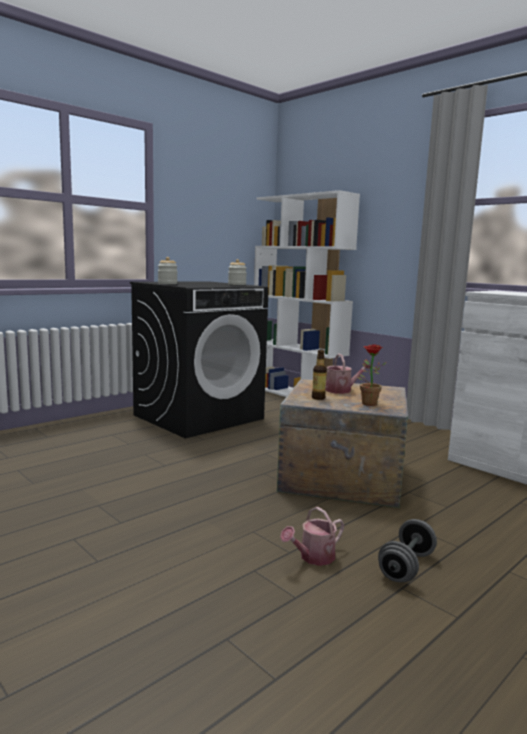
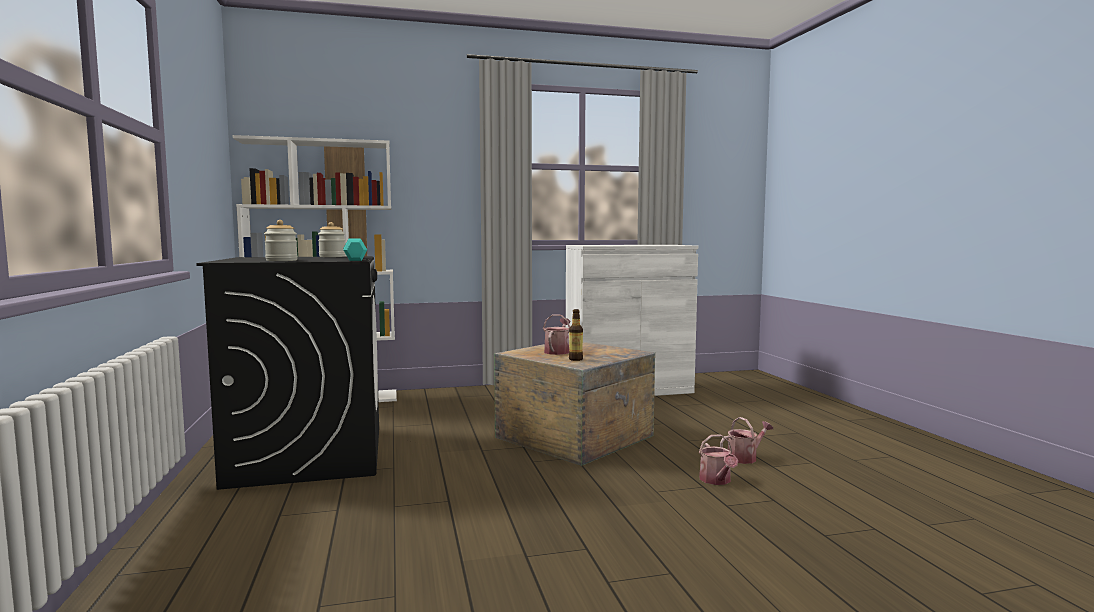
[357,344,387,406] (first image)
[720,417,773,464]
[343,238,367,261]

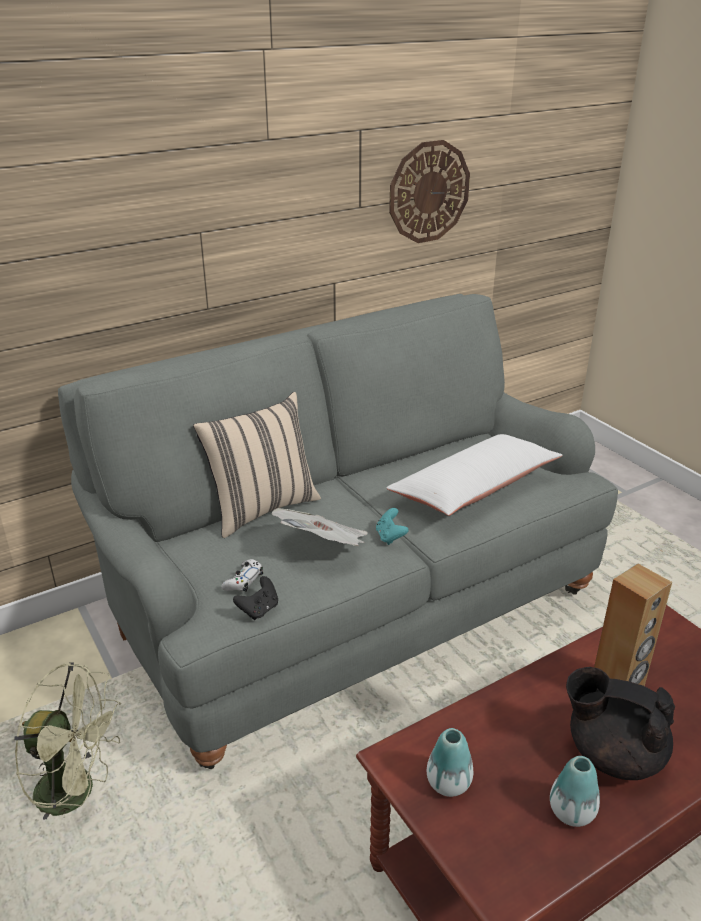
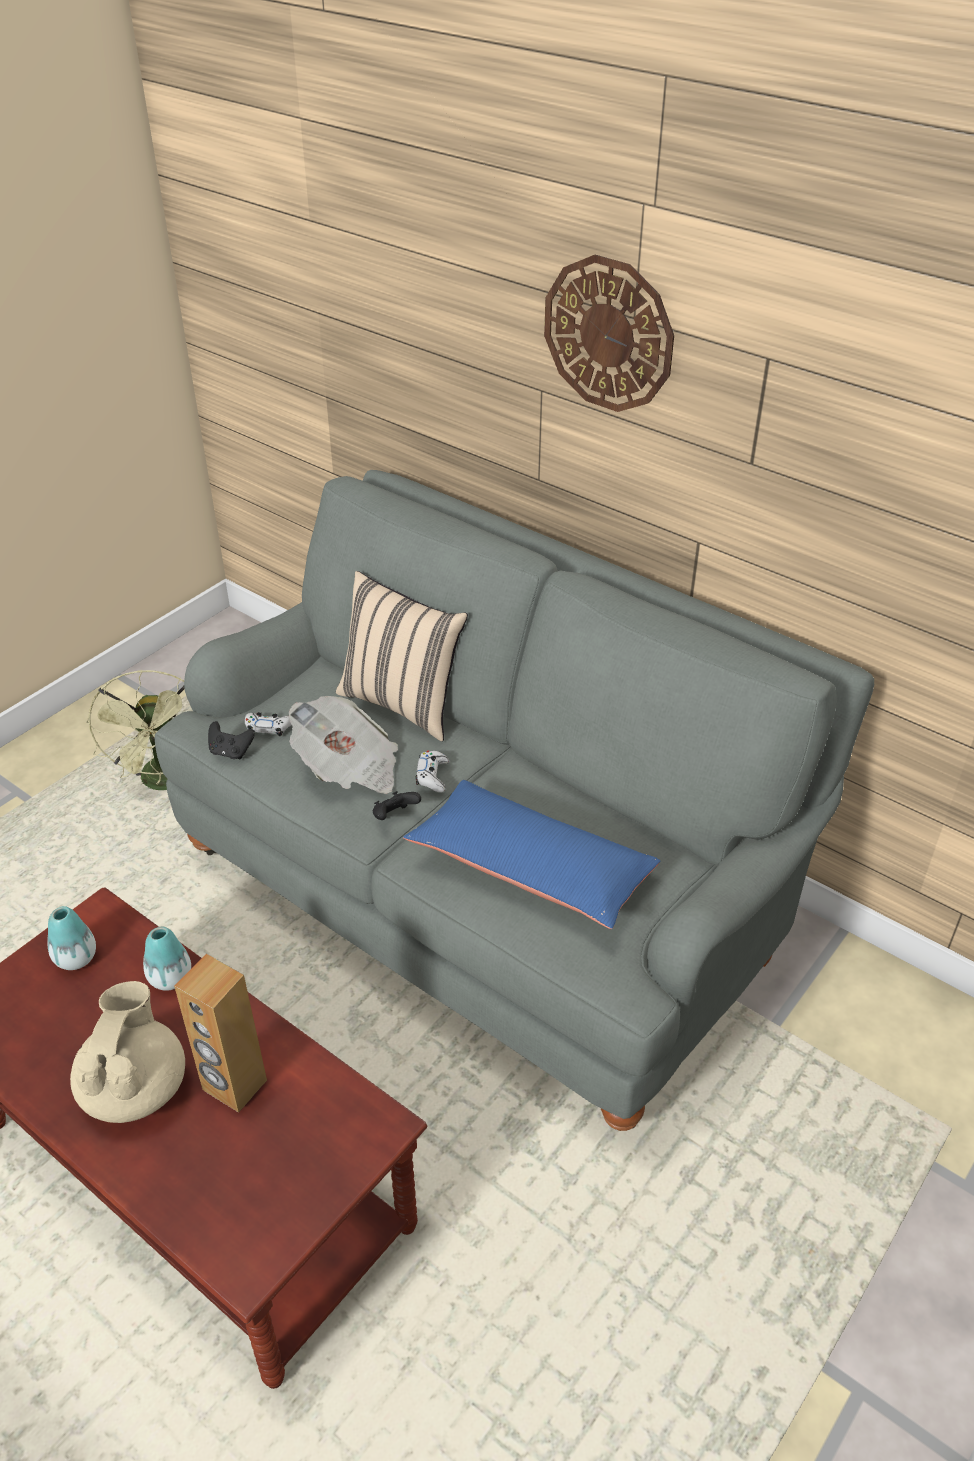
[544,255,674,412]
[403,780,660,929]
[373,791,421,820]
[70,981,185,1123]
[143,927,191,991]
[416,751,449,792]

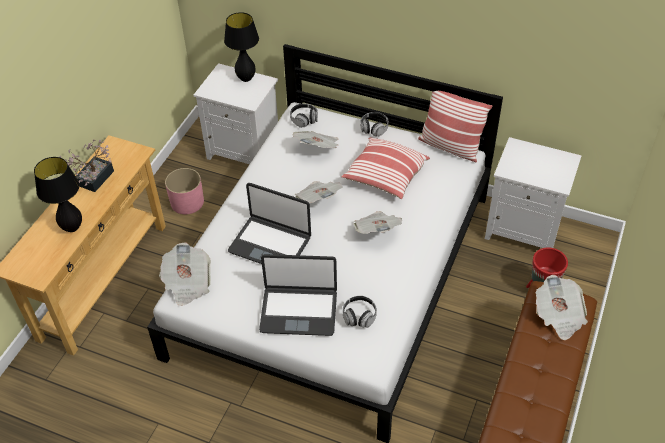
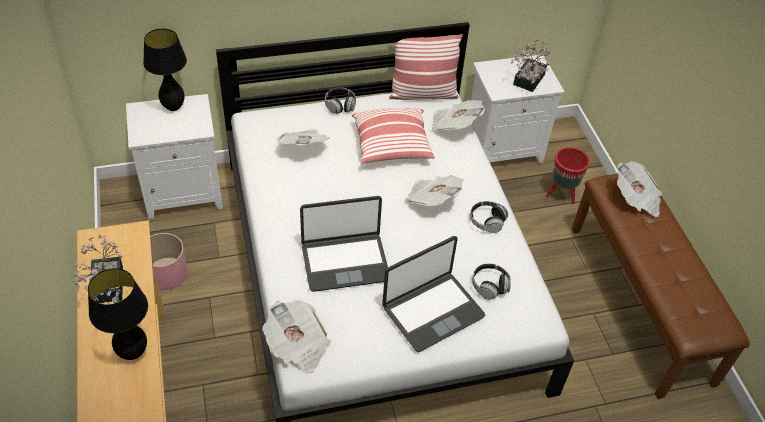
[470,201,508,233]
[432,100,485,130]
[510,40,551,92]

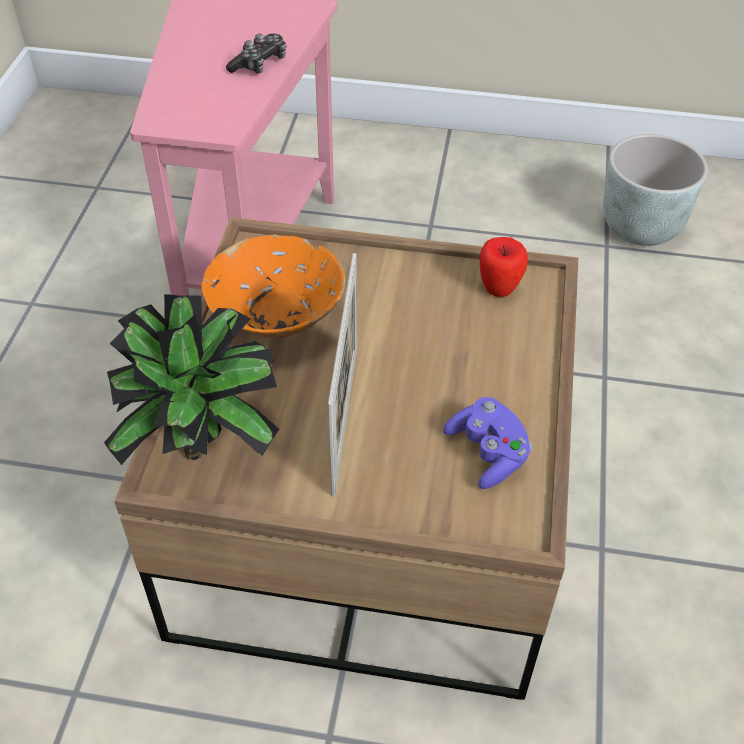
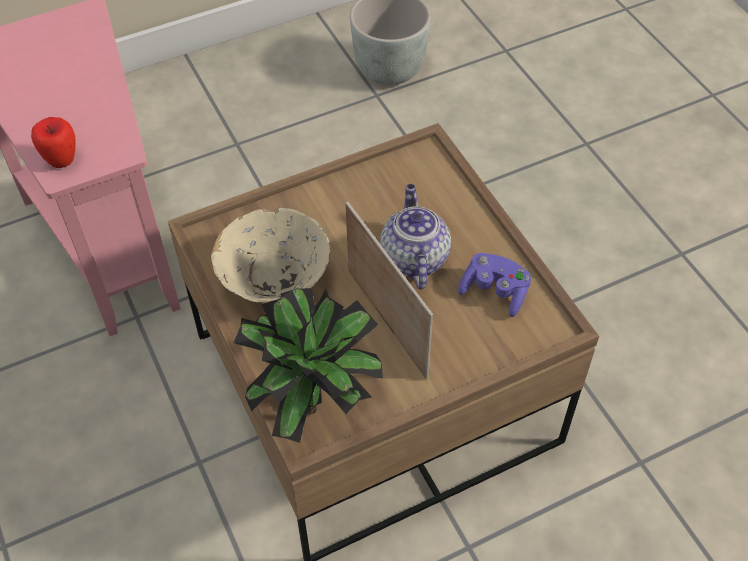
[226,34,287,74] (first image)
[211,208,331,303]
[31,117,76,168]
[380,184,451,289]

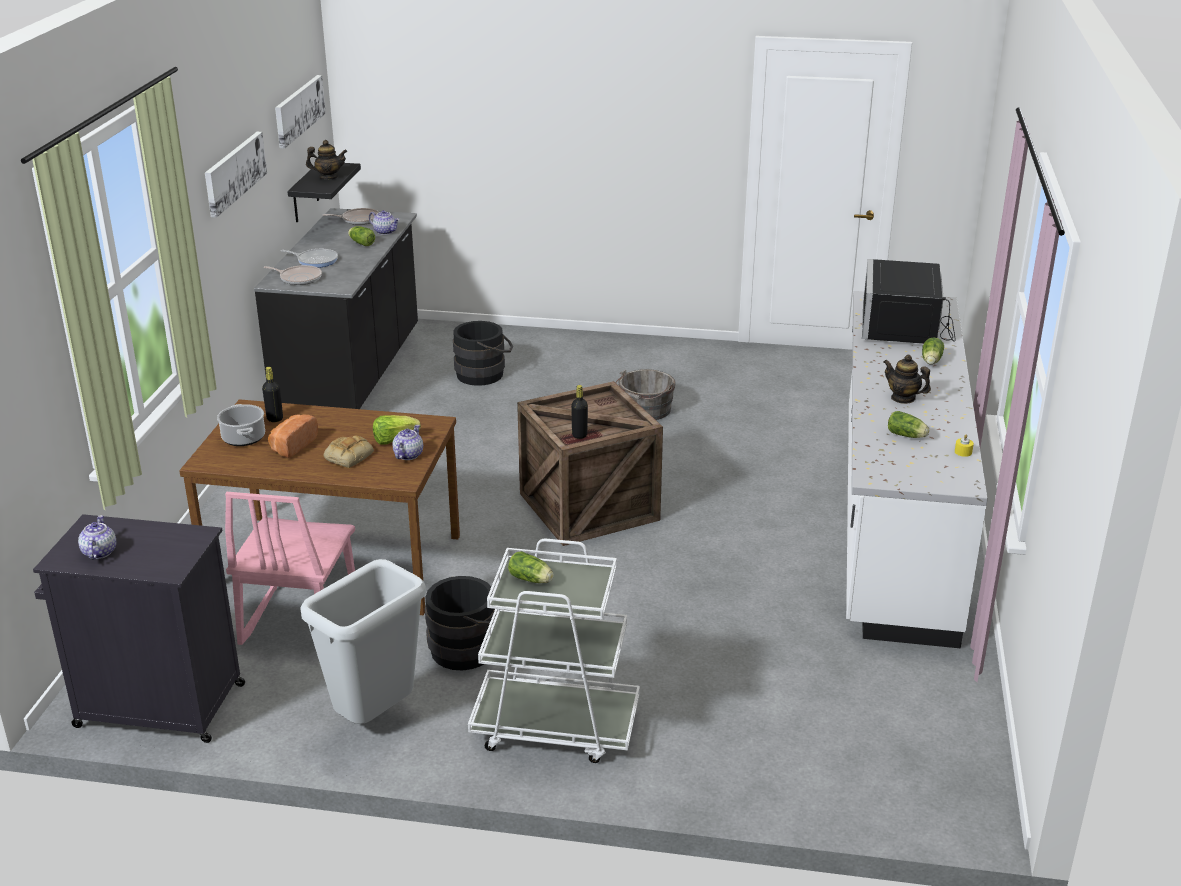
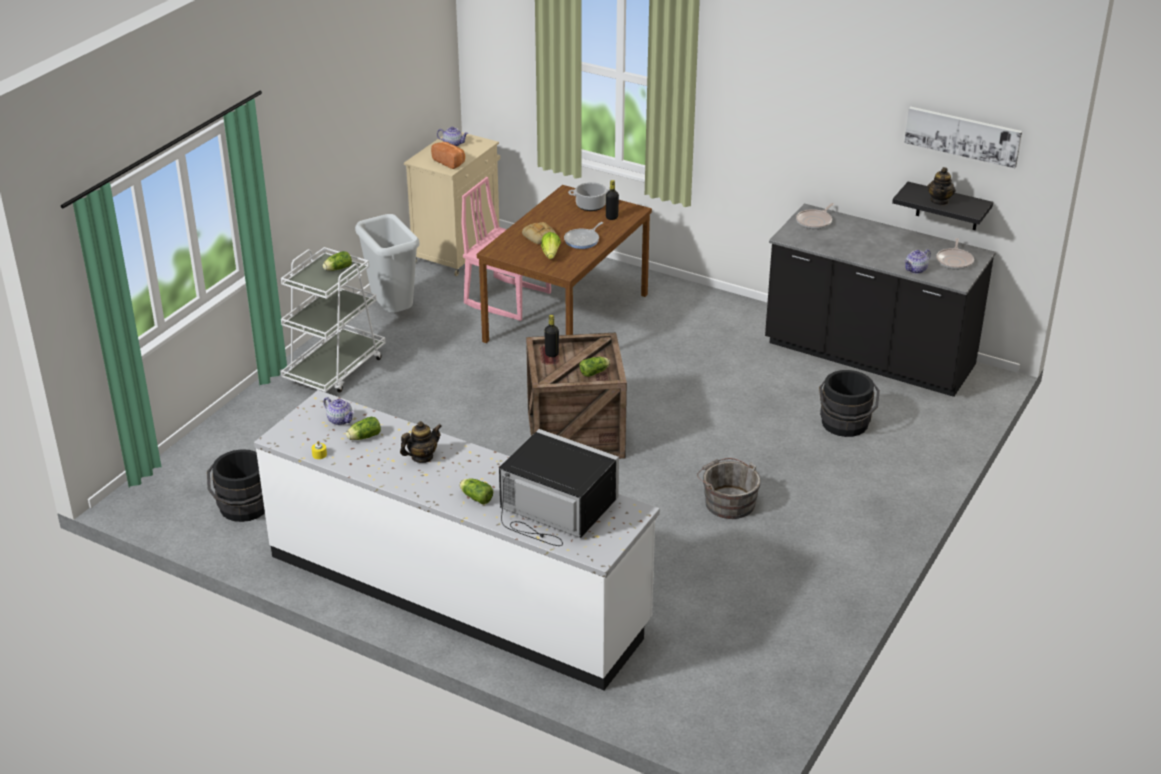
[205,132,267,218] (first image)
[579,357,610,377]
[564,222,603,249]
[431,142,465,169]
[324,397,354,425]
[404,132,500,276]
[207,449,265,522]

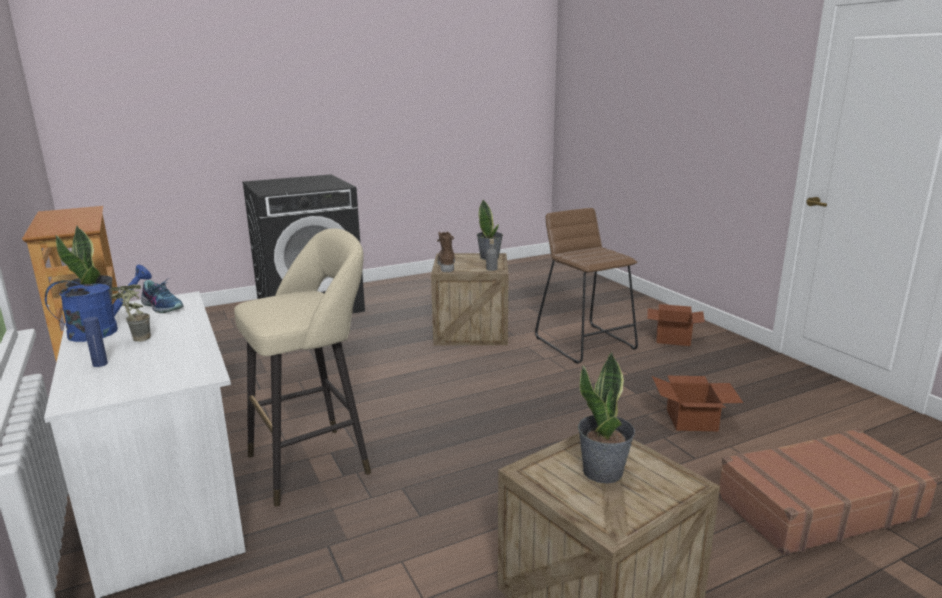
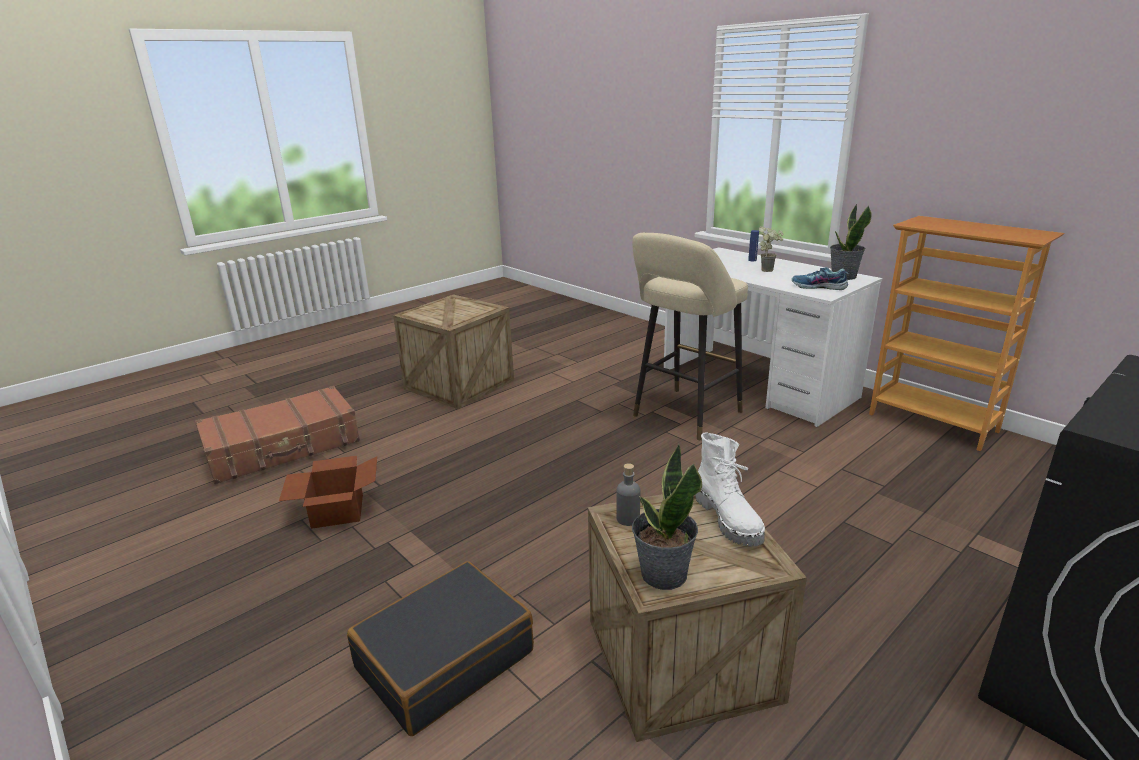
[347,561,534,736]
[695,433,765,546]
[45,265,152,342] (first image)
[647,304,705,346] (first image)
[578,352,635,484] (first image)

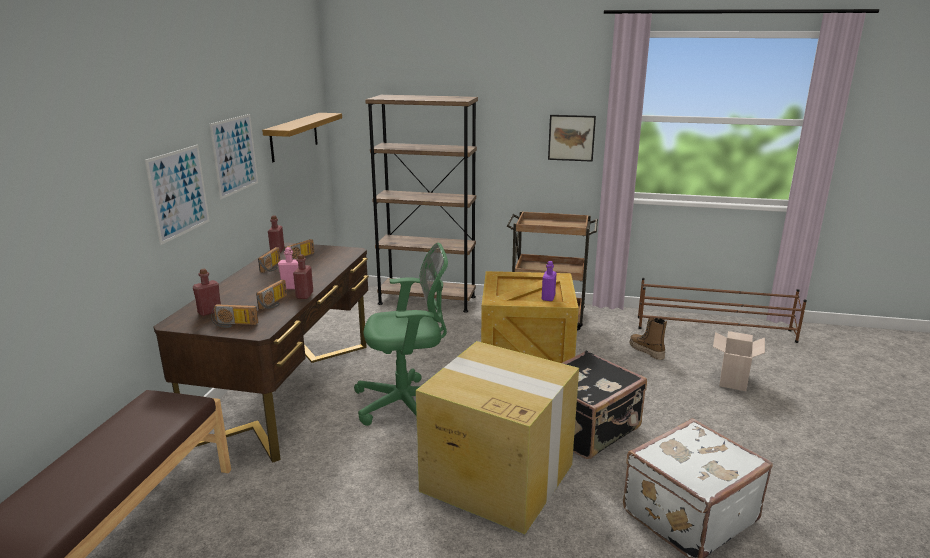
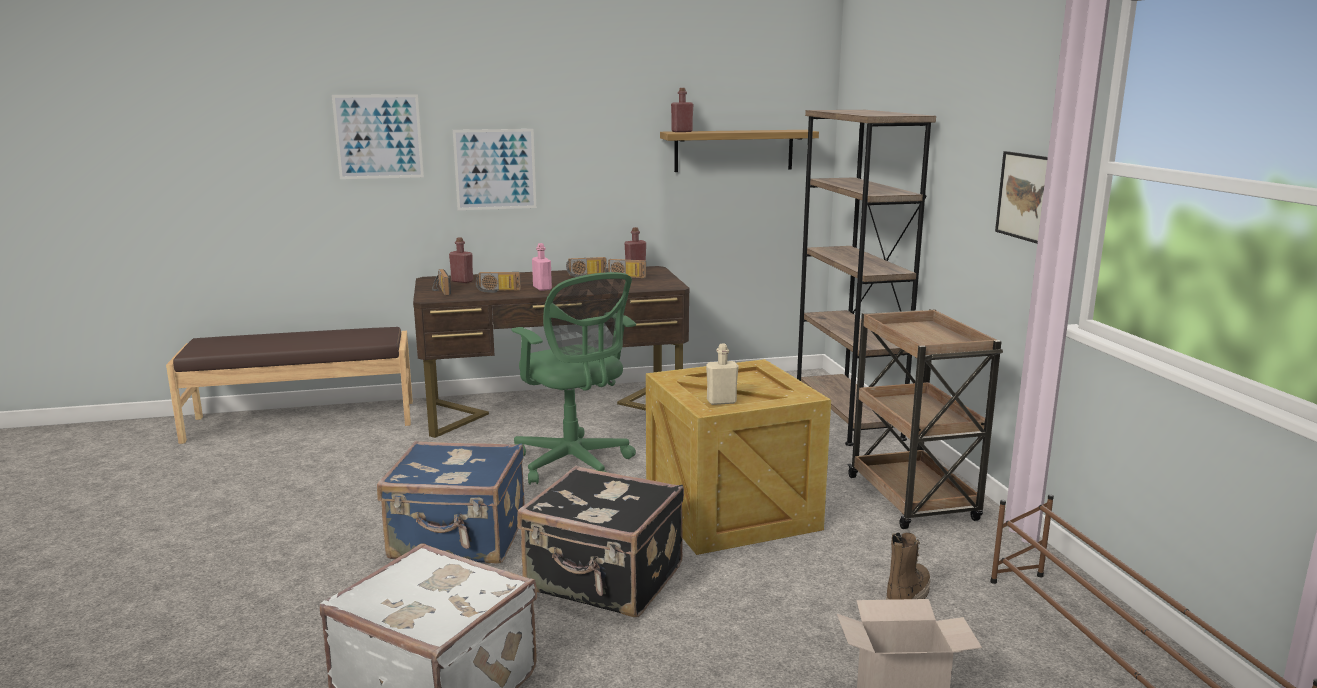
[332,94,424,179]
[671,88,693,132]
[706,344,739,405]
[377,441,525,564]

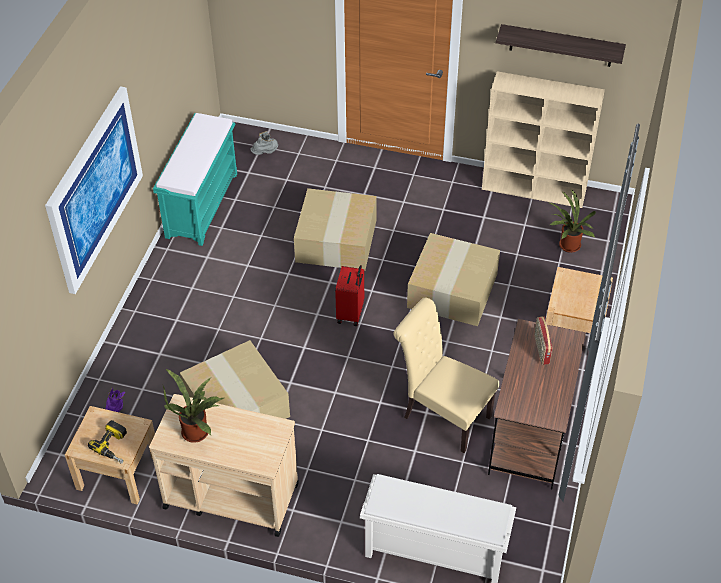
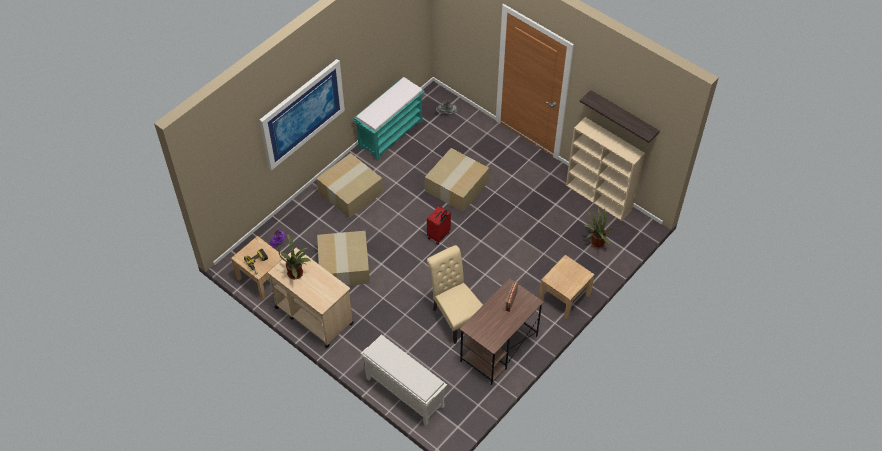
[316,153,383,218]

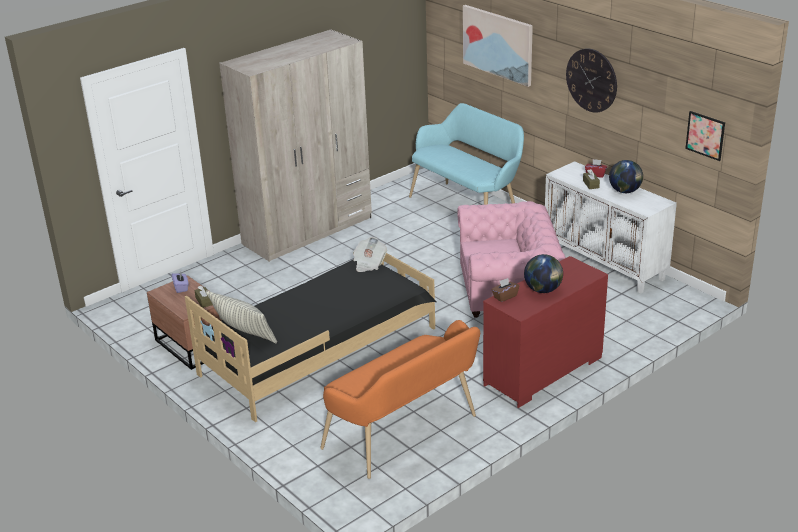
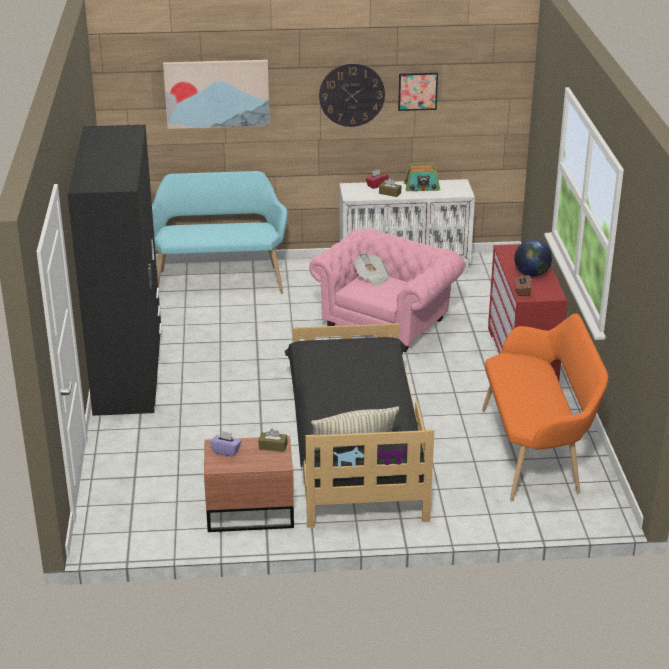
[67,125,162,416]
[398,72,438,111]
[404,163,440,191]
[354,252,390,287]

